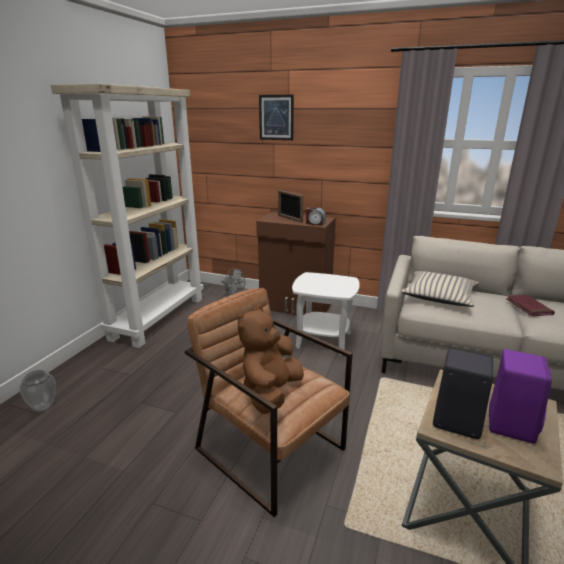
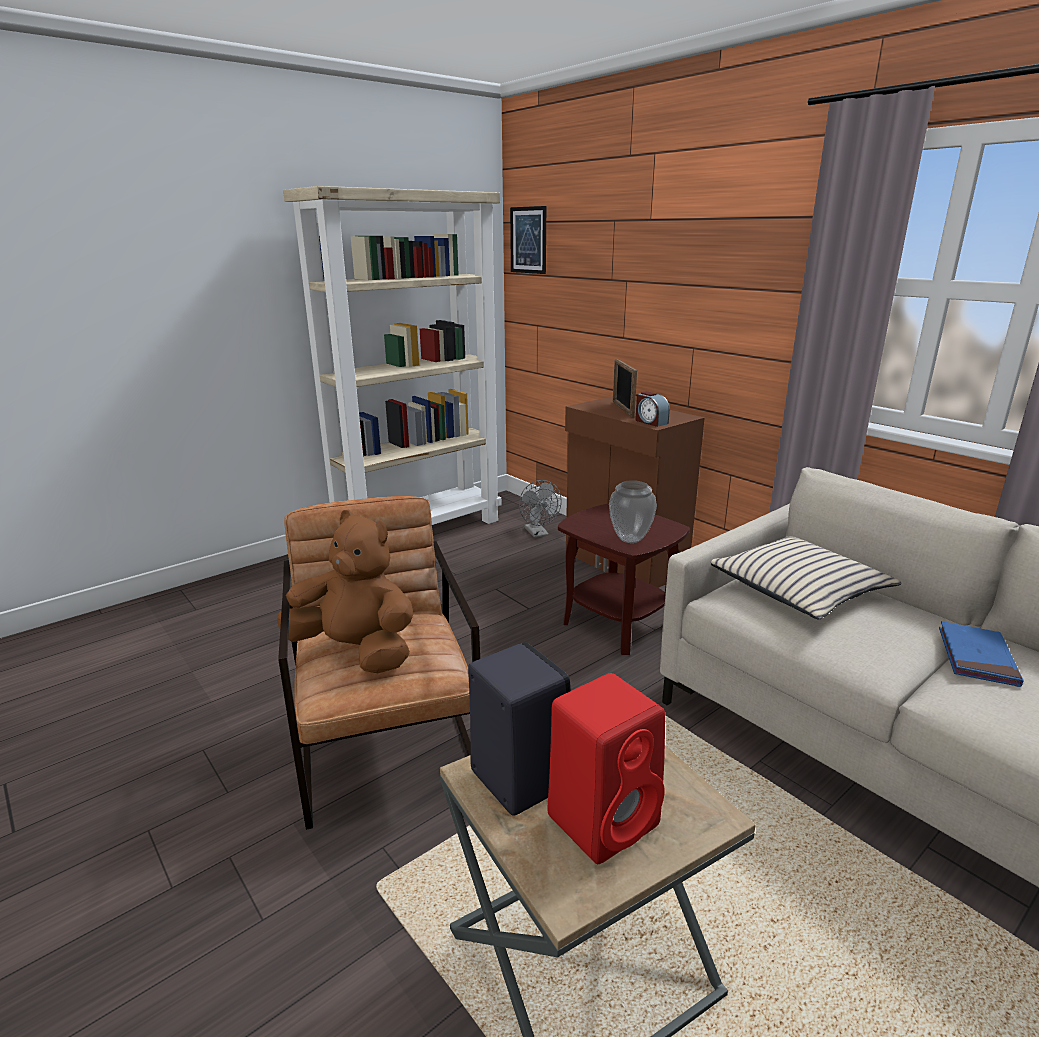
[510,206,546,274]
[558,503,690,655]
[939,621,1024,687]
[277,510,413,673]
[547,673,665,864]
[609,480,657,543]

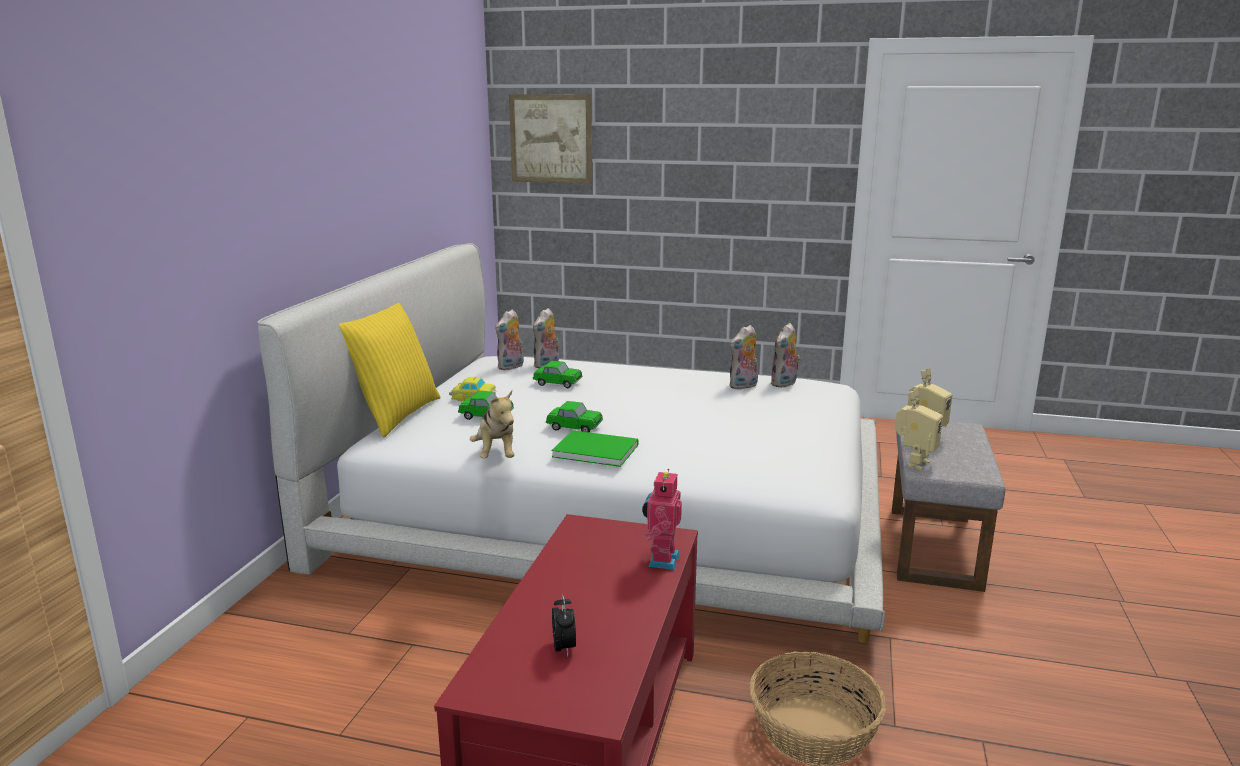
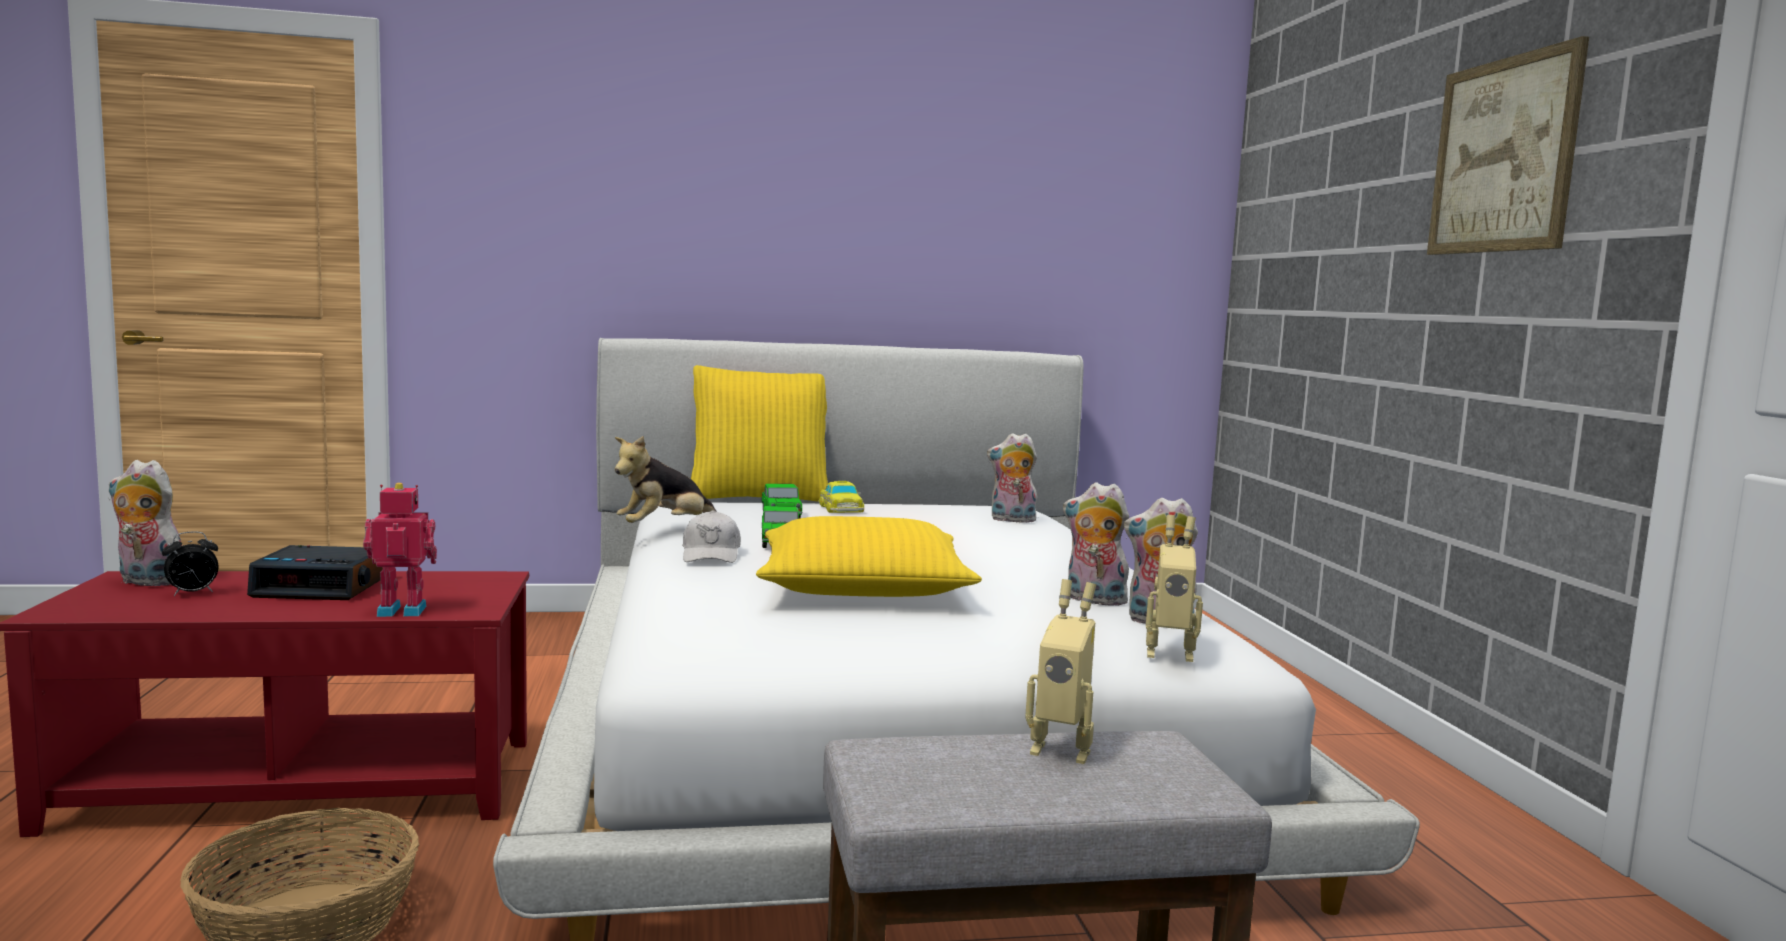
[1427,36,1589,255]
[108,460,182,586]
[533,361,583,388] (first image)
[1146,515,1203,662]
[682,510,741,563]
[756,516,982,597]
[247,545,383,600]

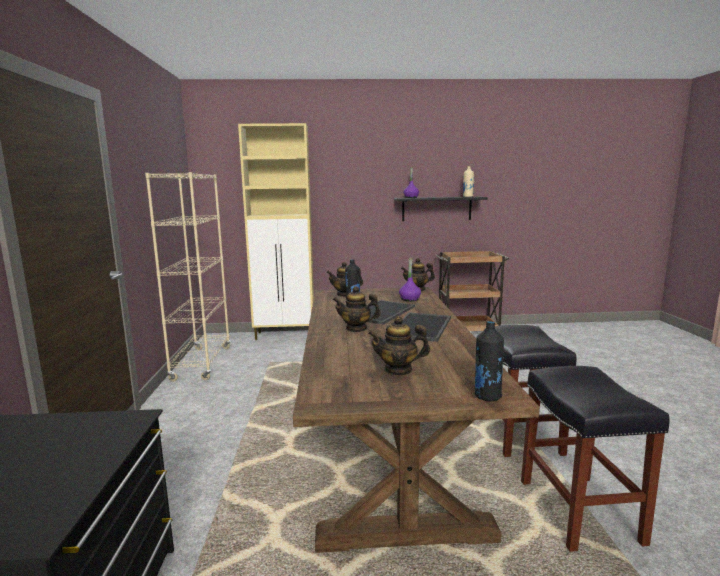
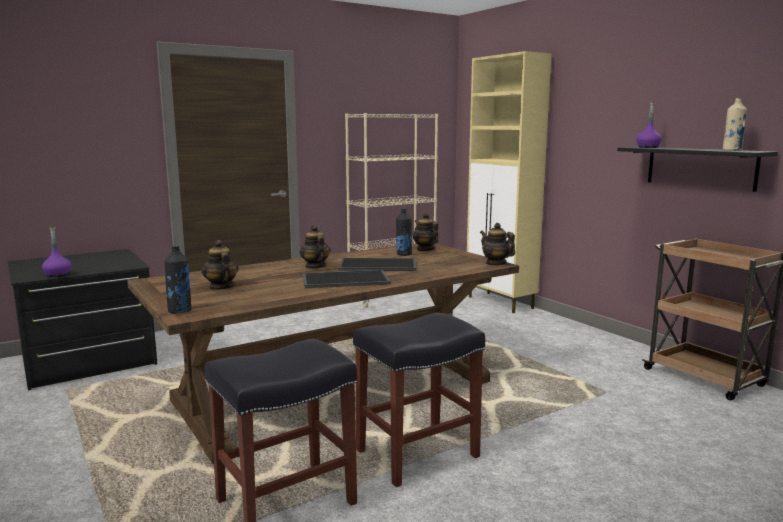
[42,226,72,277]

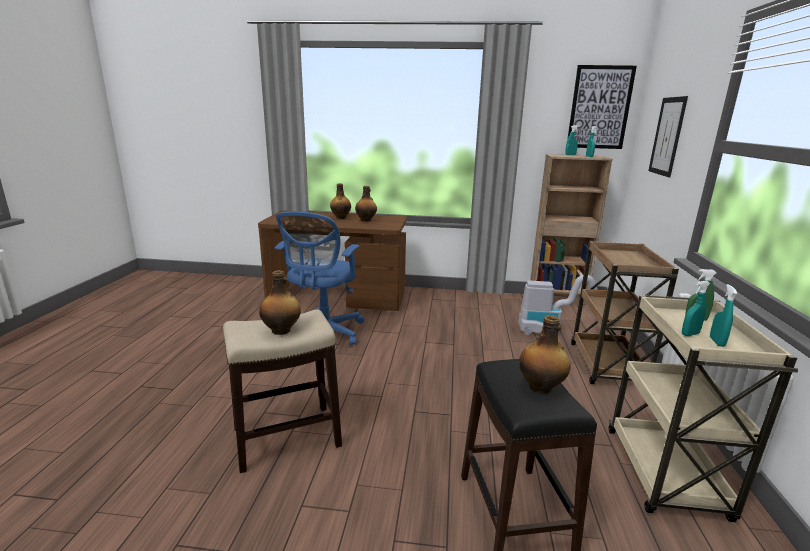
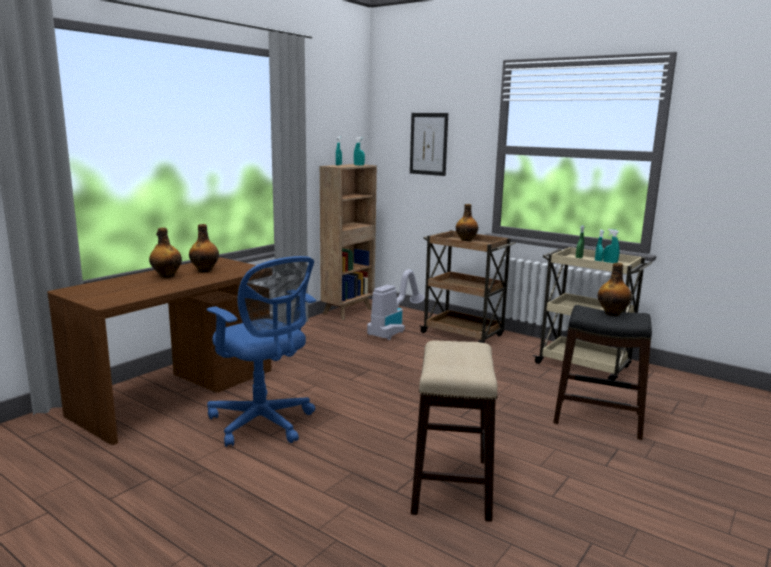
[568,65,637,149] (first image)
[456,204,478,242]

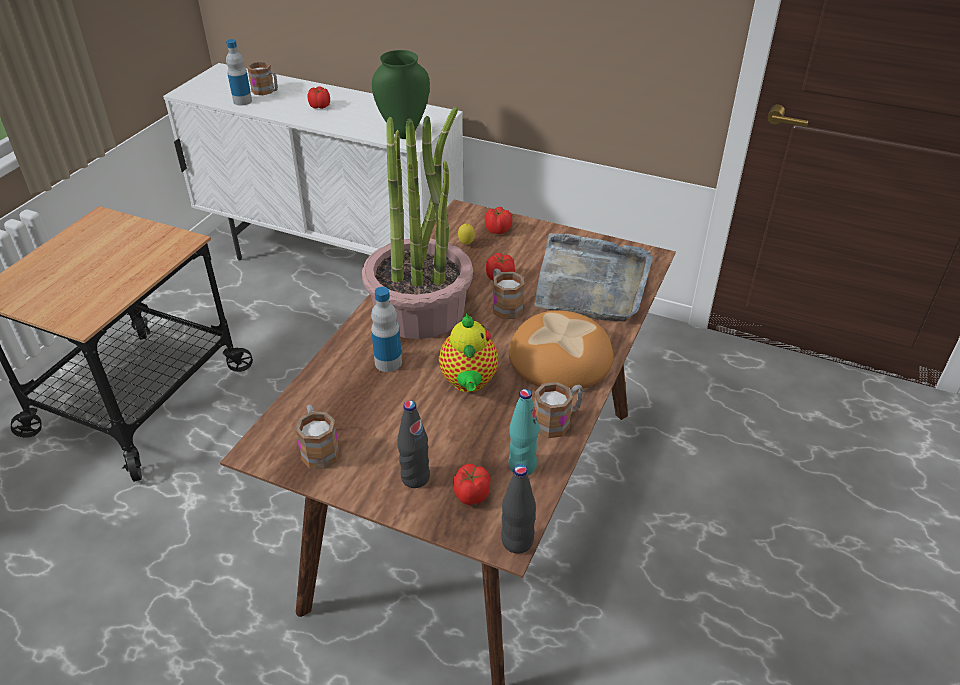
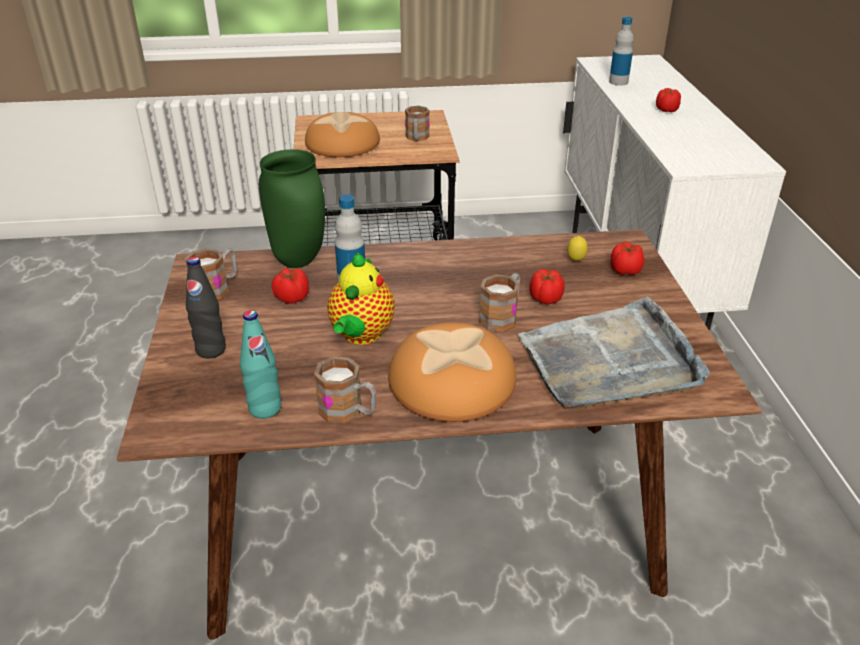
[259,149,325,268]
[405,106,430,141]
[362,107,473,339] (first image)
[327,252,395,345]
[272,268,309,304]
[501,464,536,554] (first image)
[305,112,380,157]

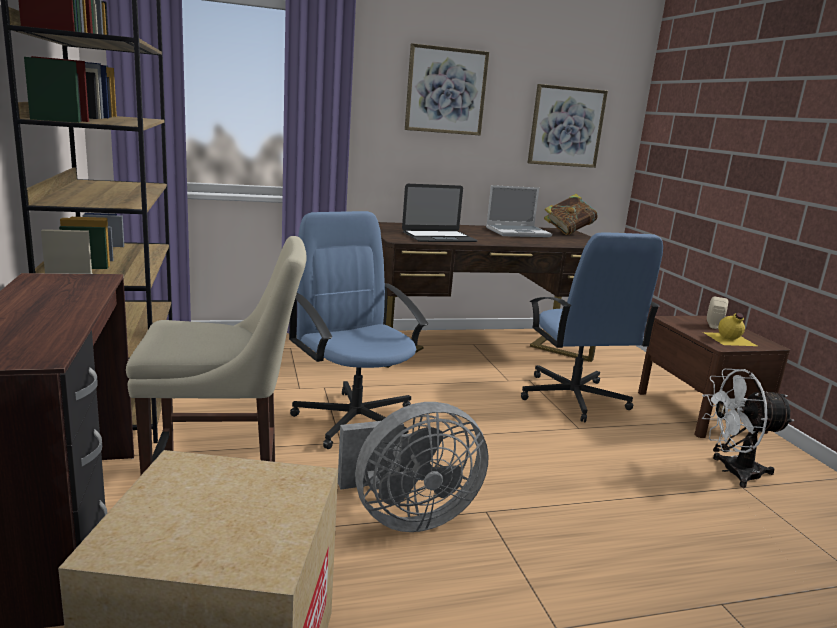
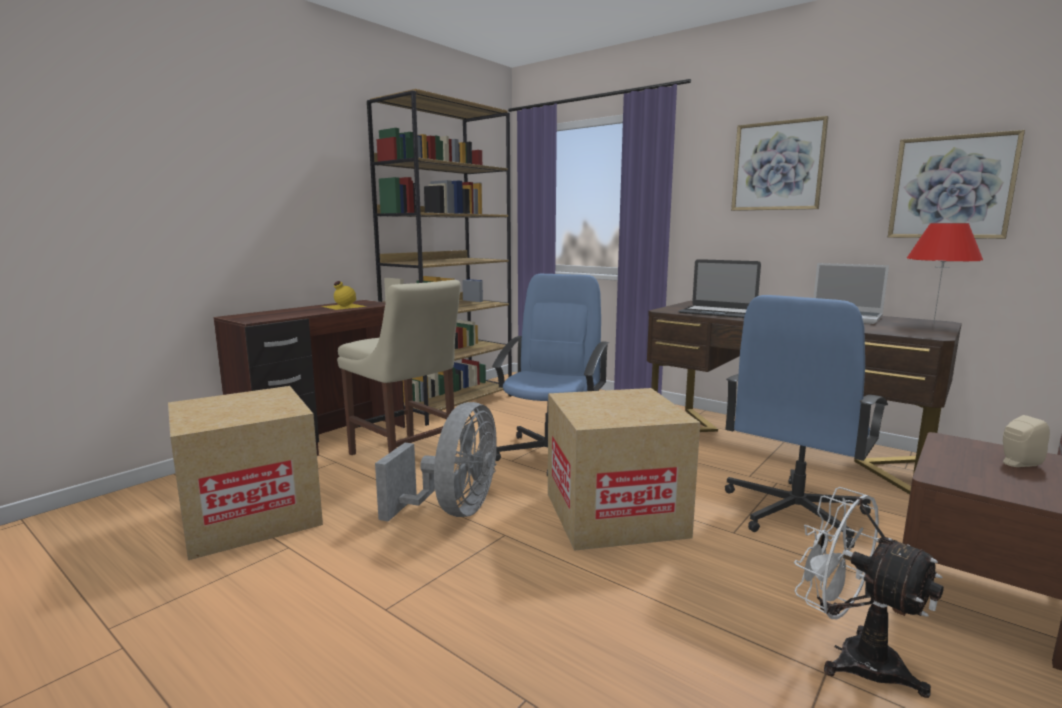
[906,223,984,324]
[321,281,367,310]
[375,402,497,521]
[548,388,700,551]

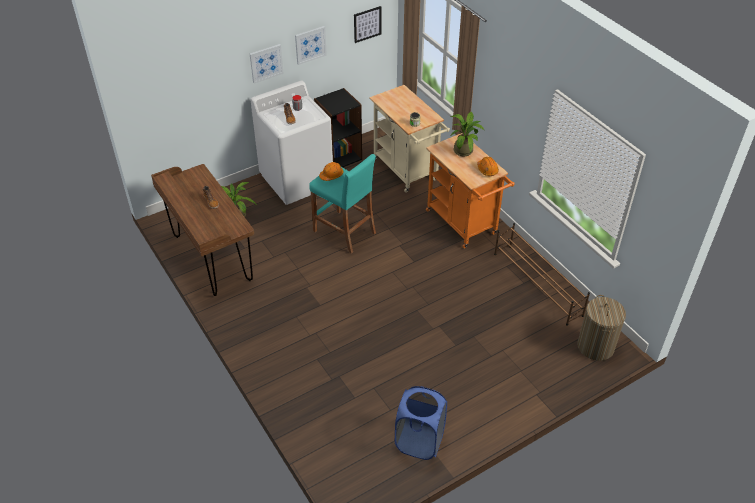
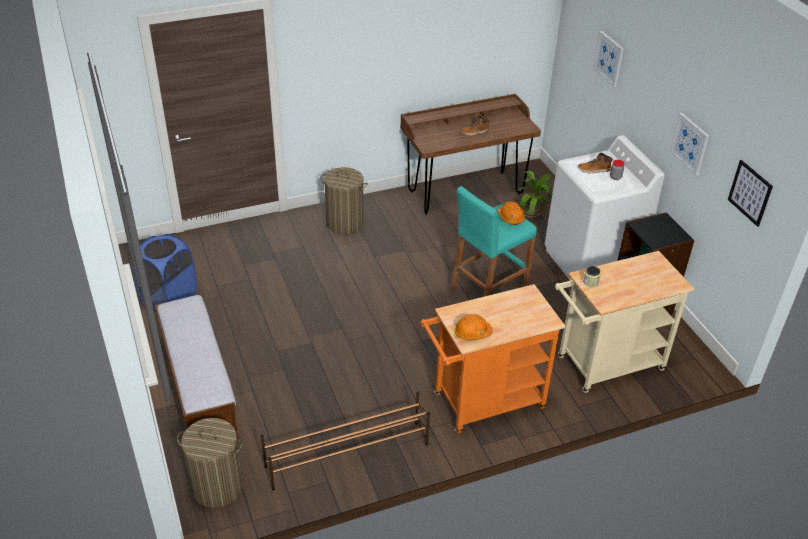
[593,31,624,87]
[450,112,484,156] (first image)
[321,167,368,235]
[155,295,240,439]

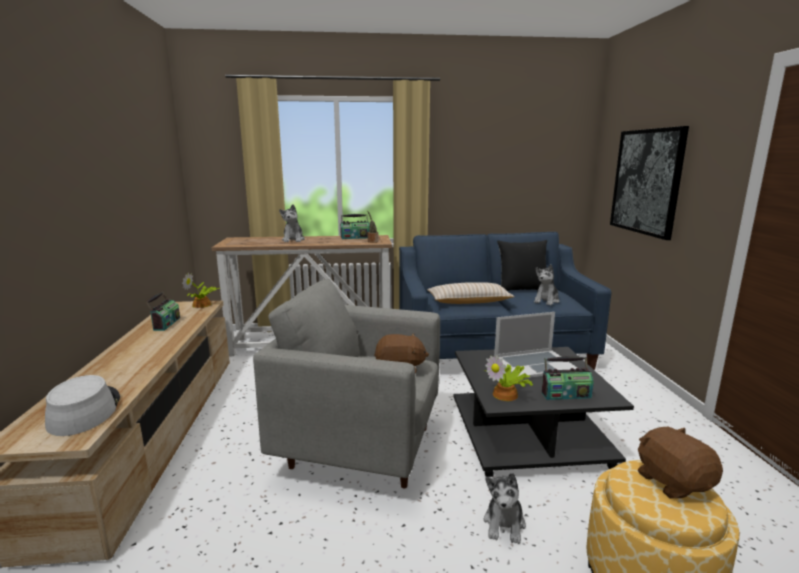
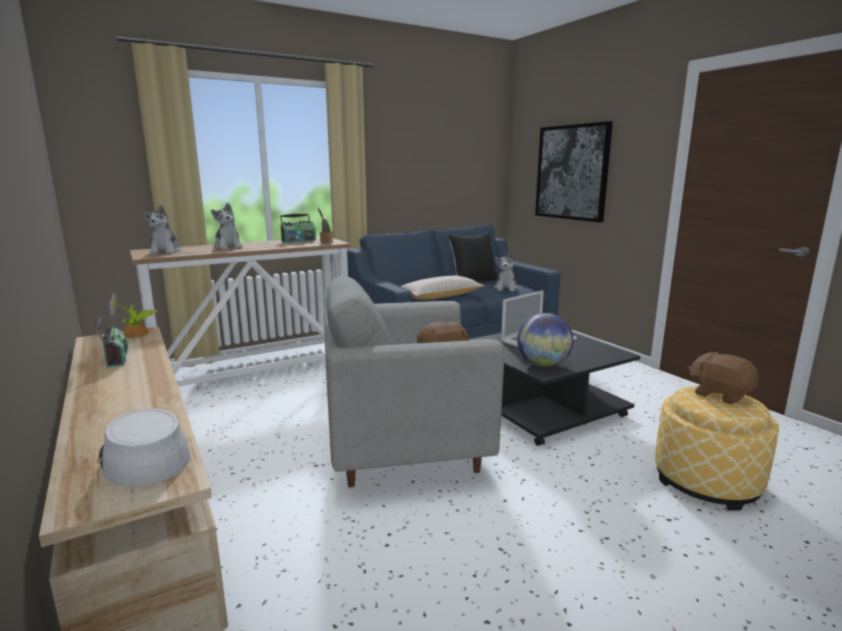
[517,313,574,367]
[542,356,594,400] (first image)
[142,205,181,254]

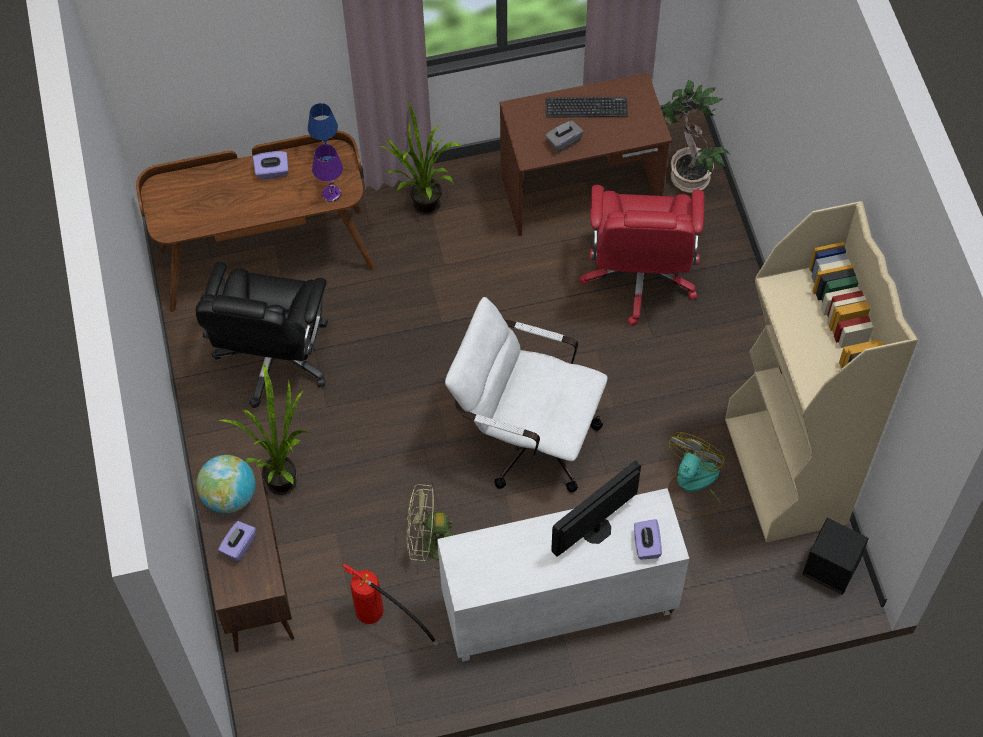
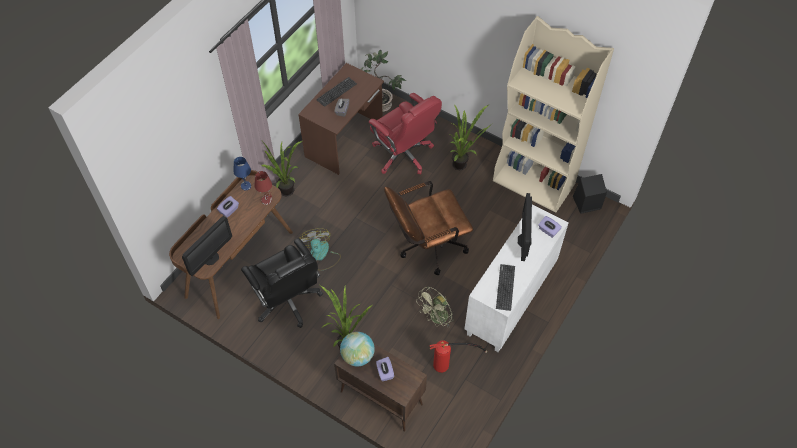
[254,171,272,205]
[384,181,473,275]
[299,228,341,271]
[450,104,490,170]
[182,216,232,276]
[496,264,515,311]

